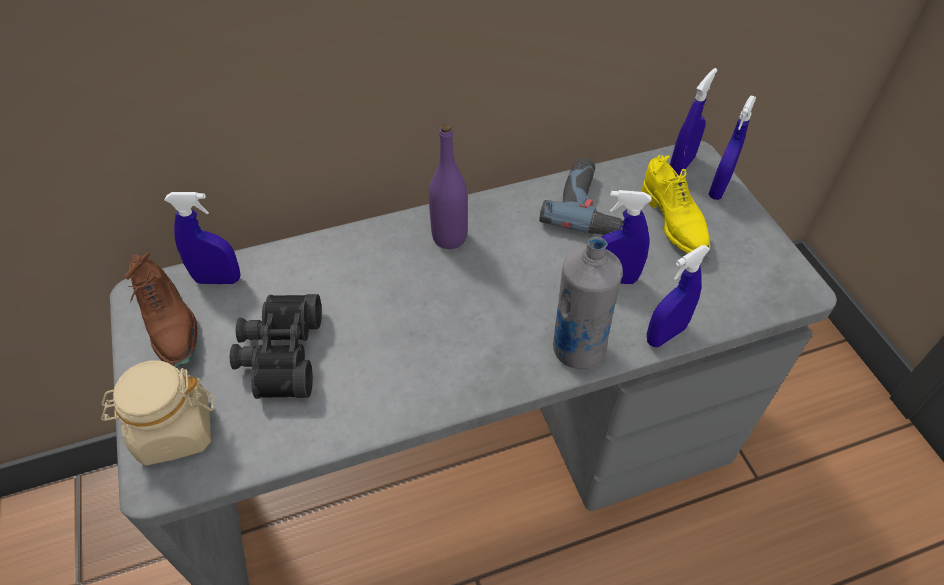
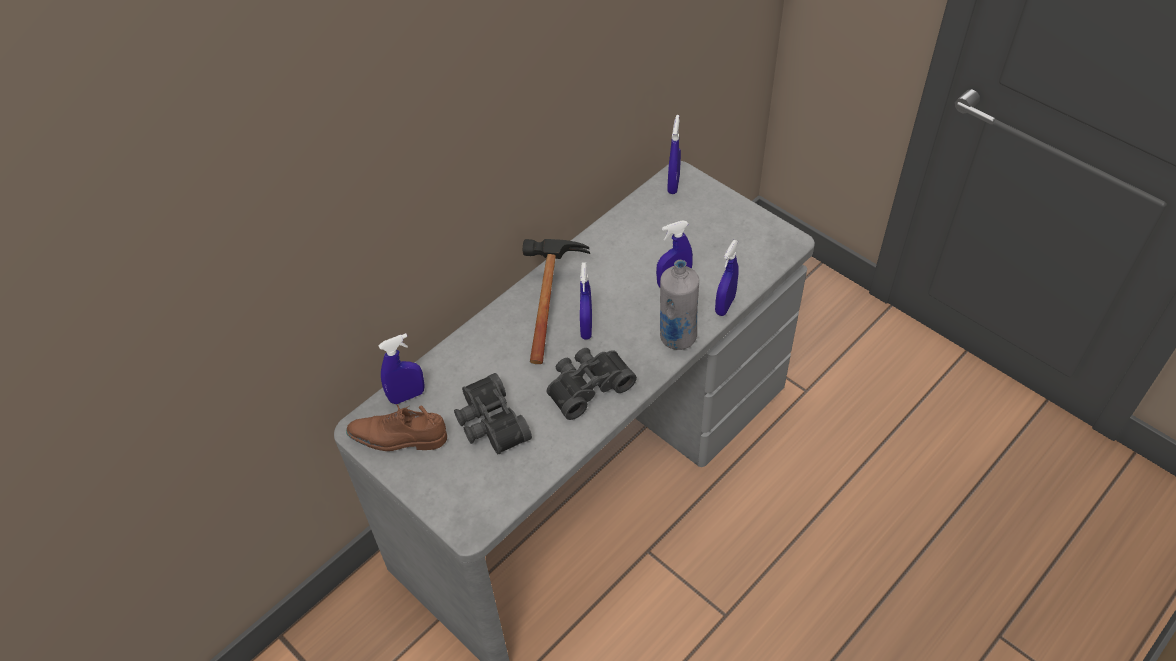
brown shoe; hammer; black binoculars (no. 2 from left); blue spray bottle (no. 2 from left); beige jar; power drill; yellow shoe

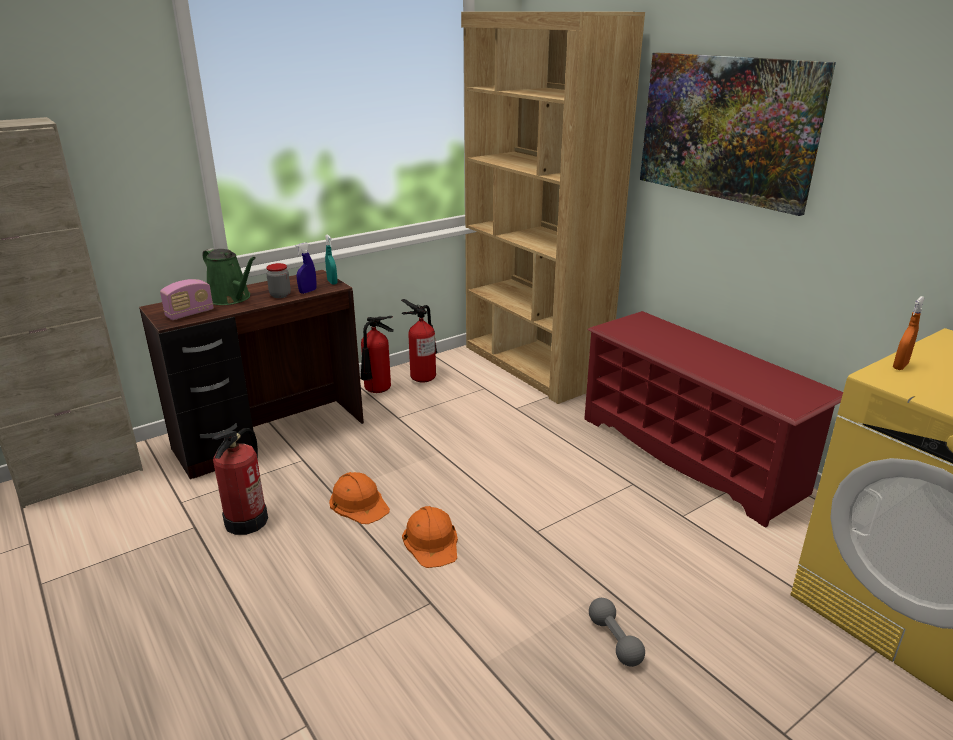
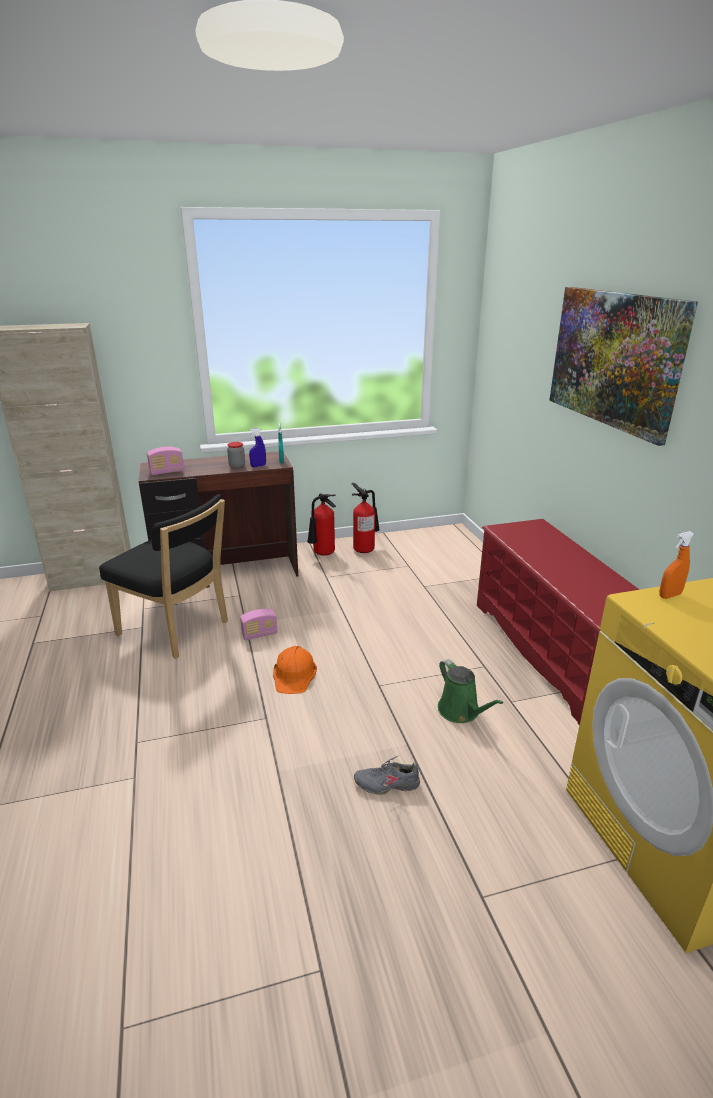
black chair; radio (no. 2 from left); grey shoe; green watering can; brown bookcase

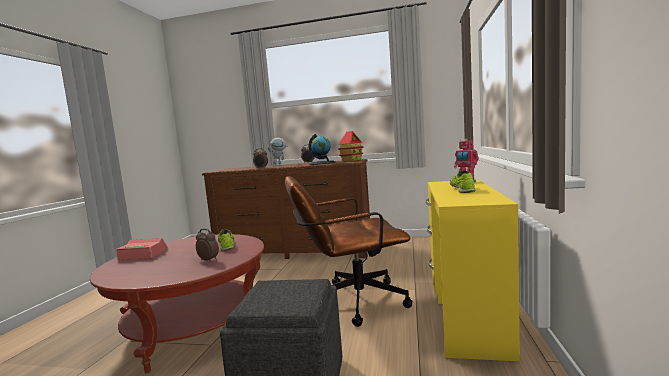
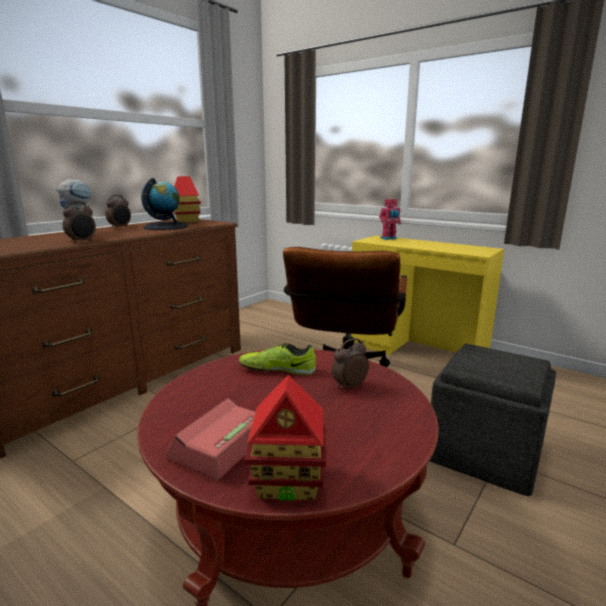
toy house (no. 2 from left); shoe (no. 2 from left in the first image)

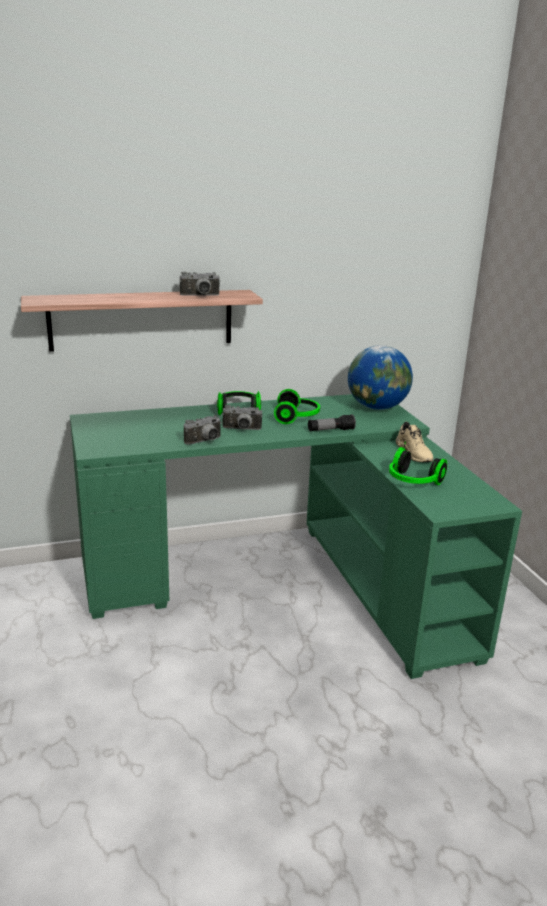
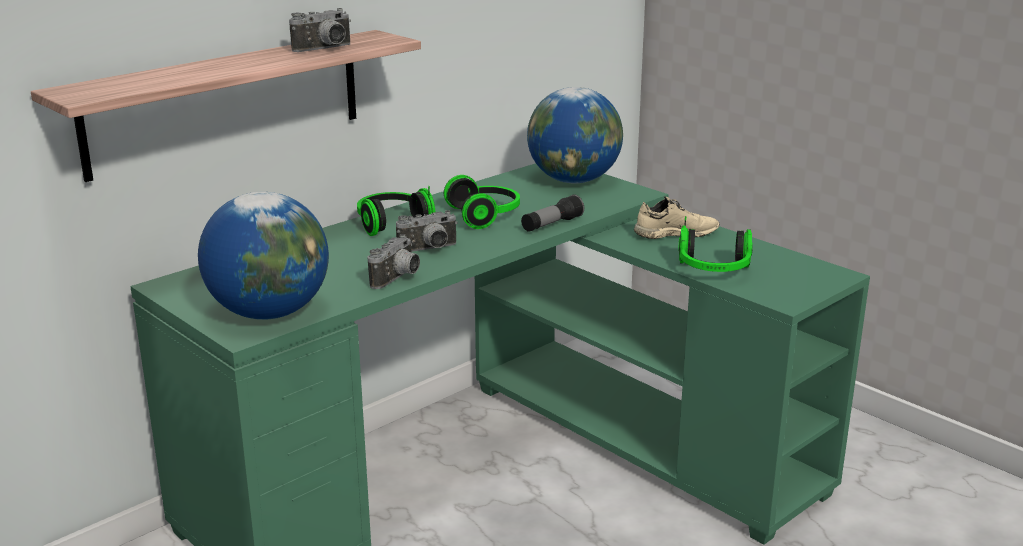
globe (no. 1 from left); beige shoe

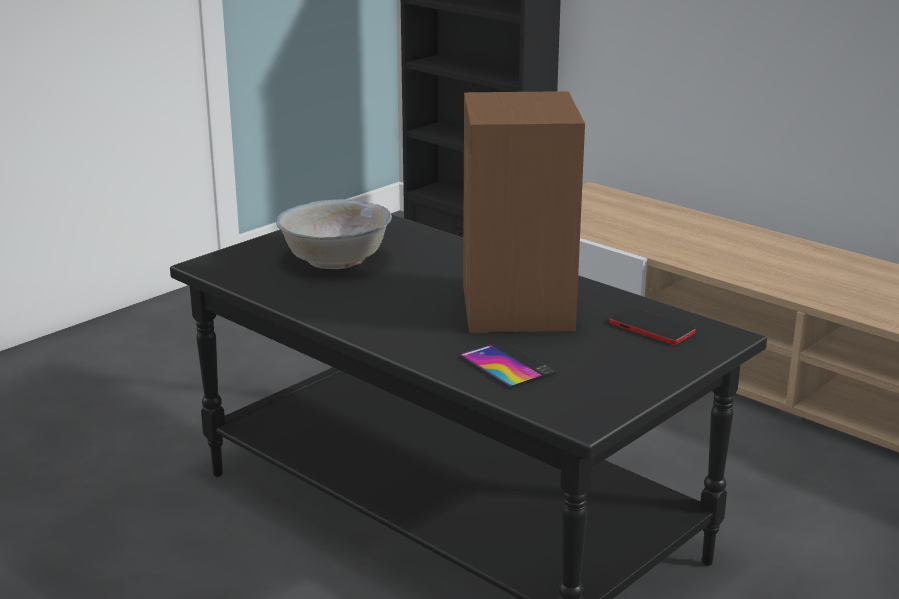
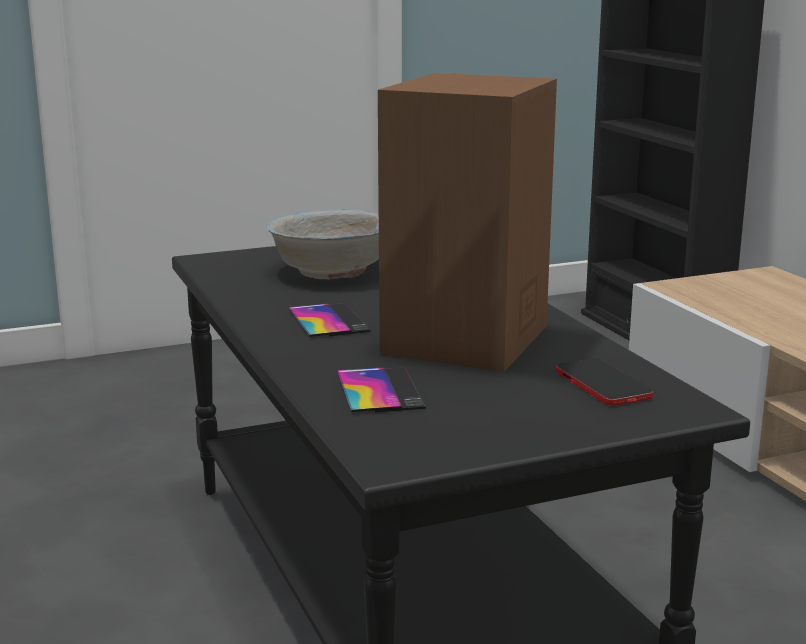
phone (no. 1 from left)

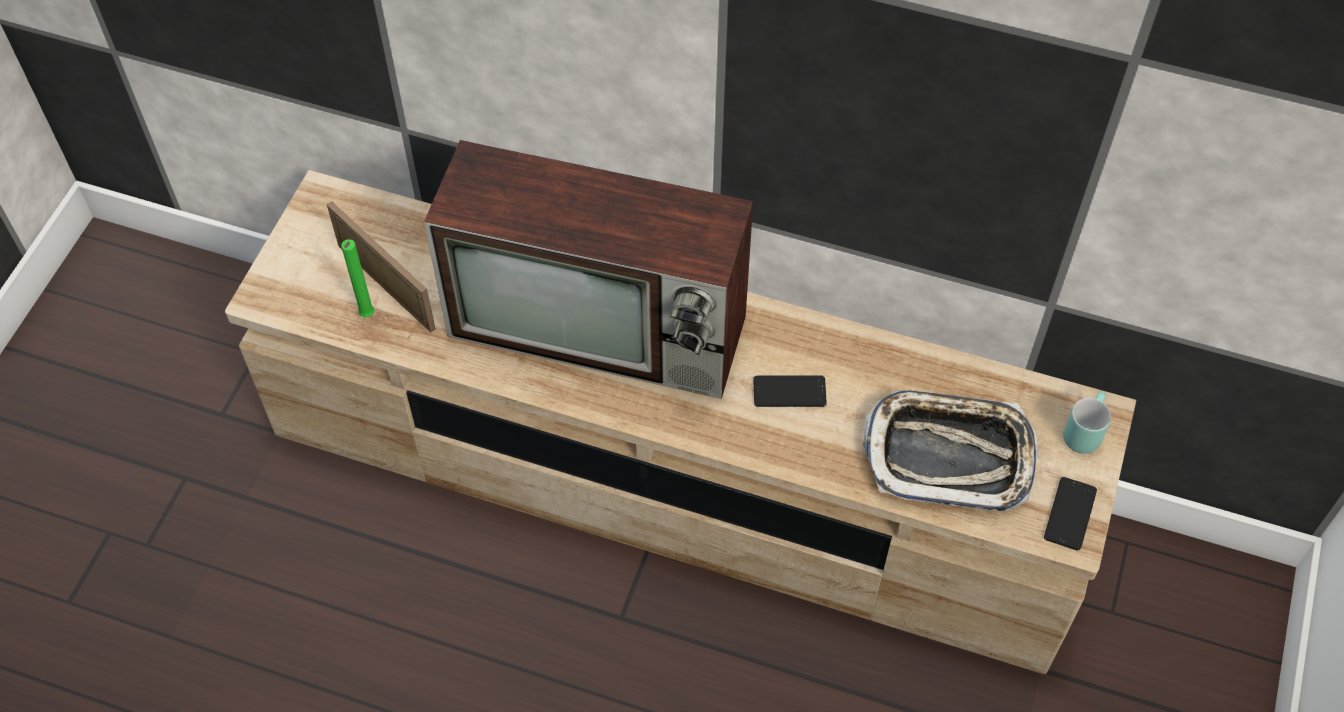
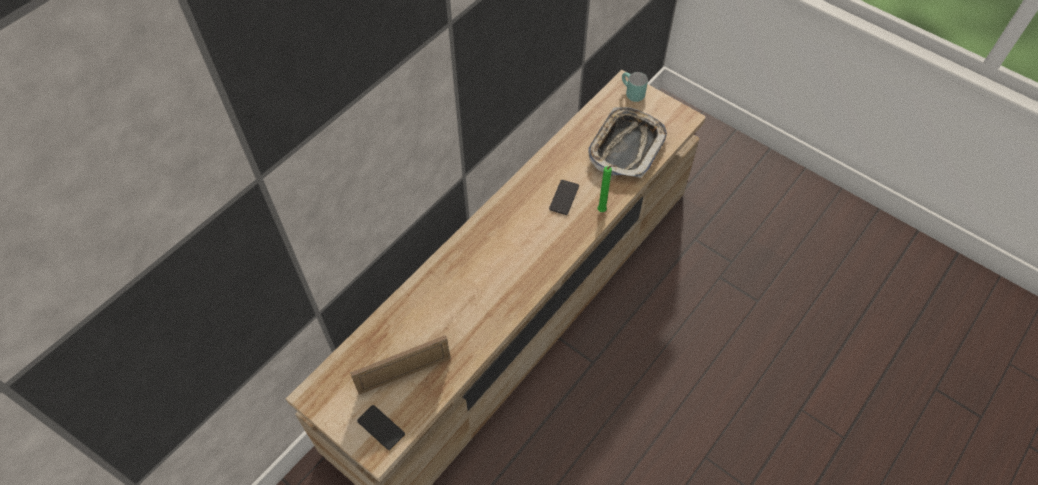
phone (no. 1 from left); green candle; television

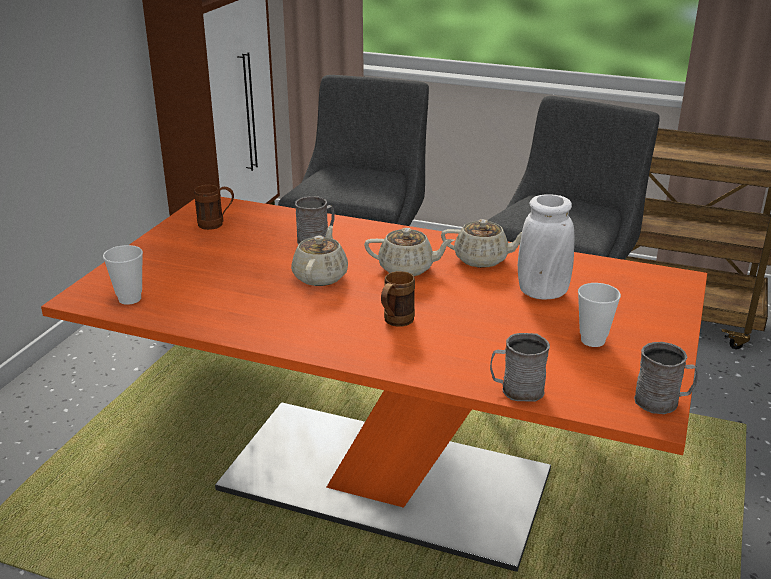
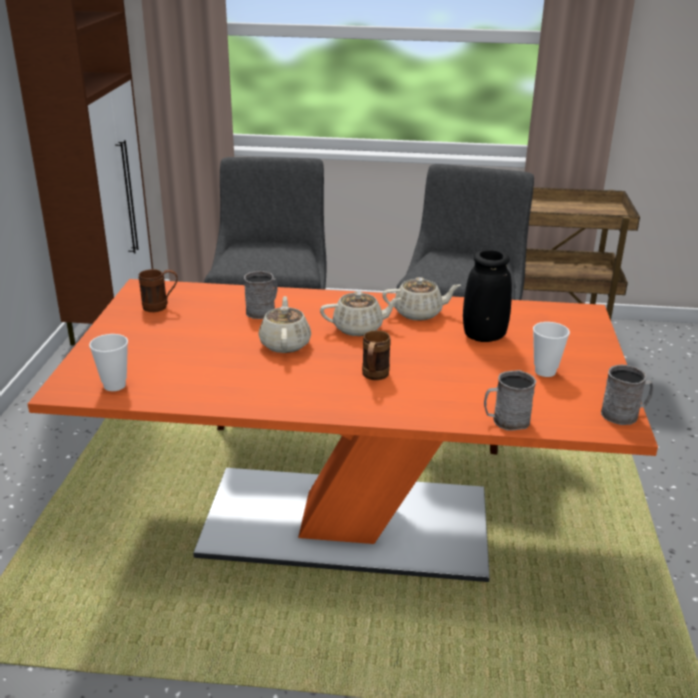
black vase

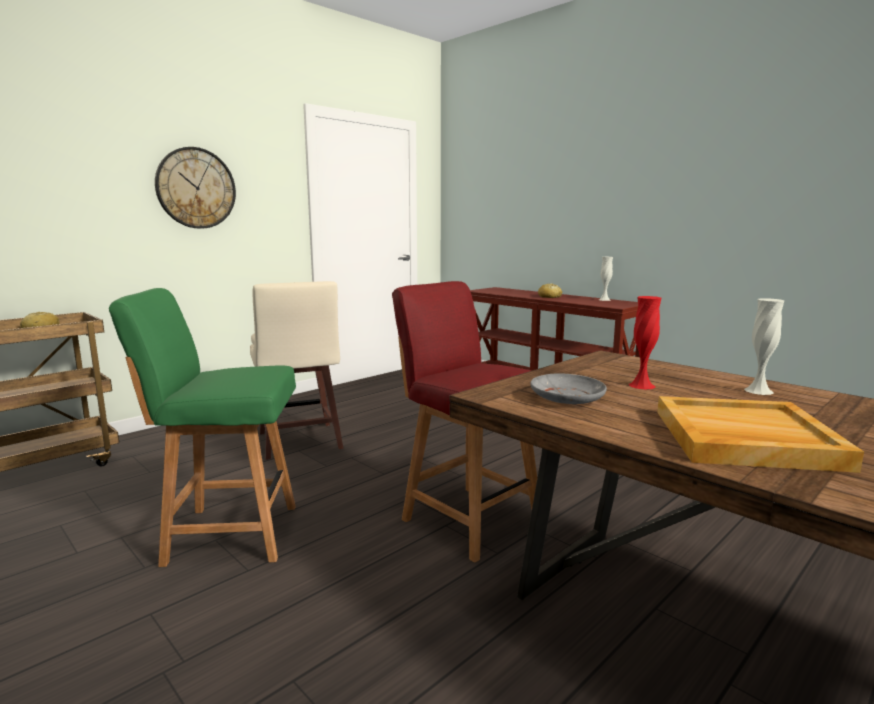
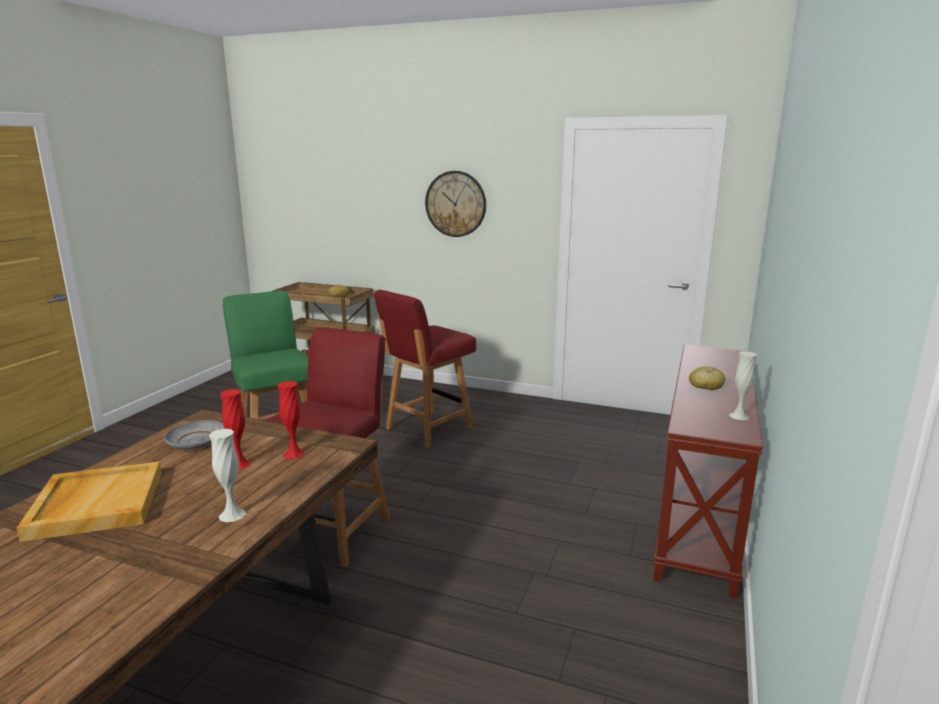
red vase (no. 2 from left); red chair (no. 2 from left)

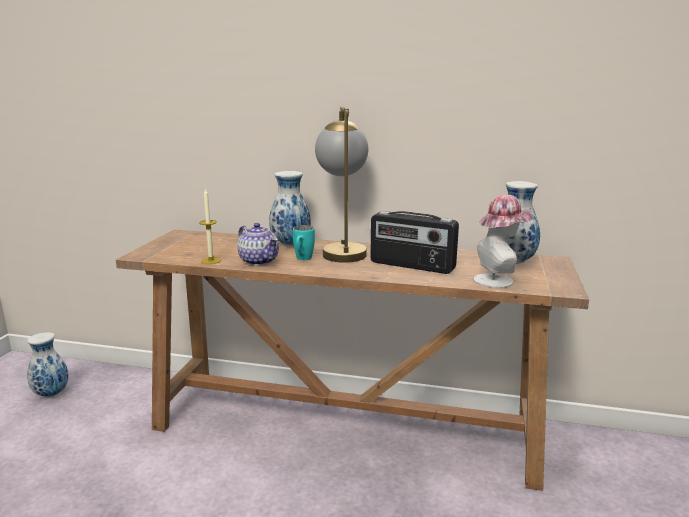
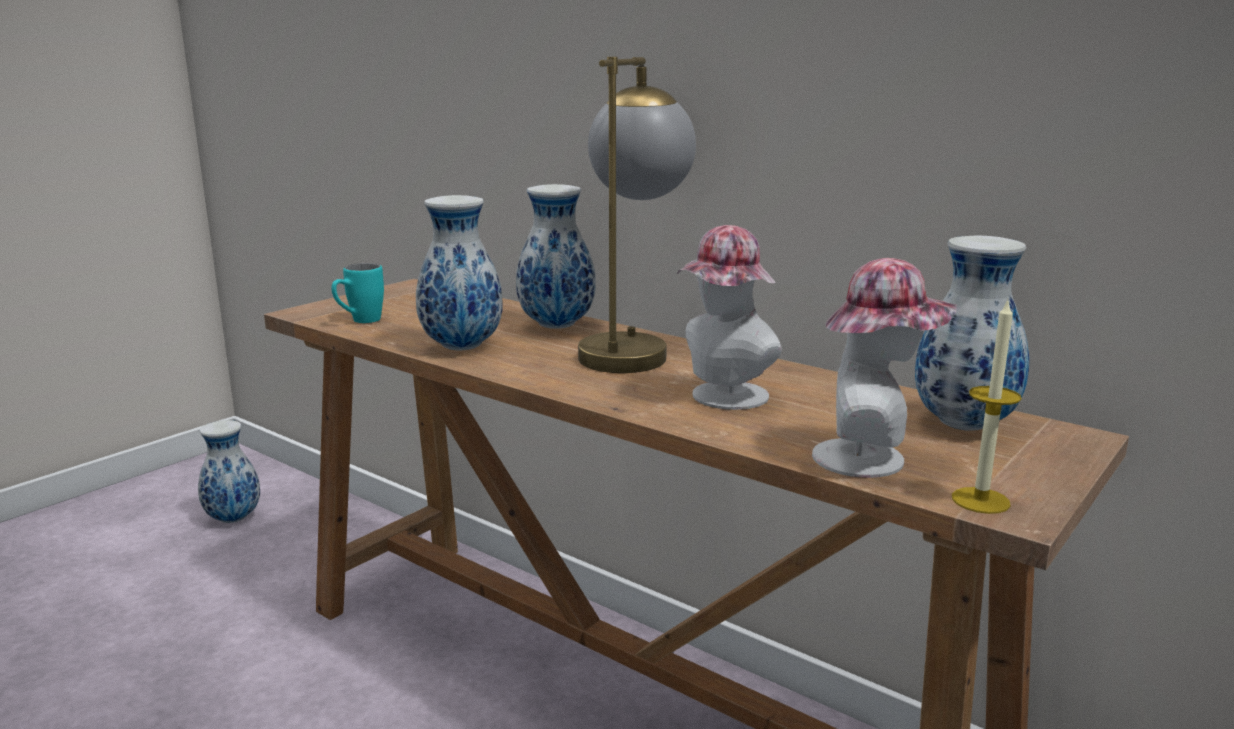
turquoise mug; vase (no. 2 from left); hat (no. 1 from left); candle

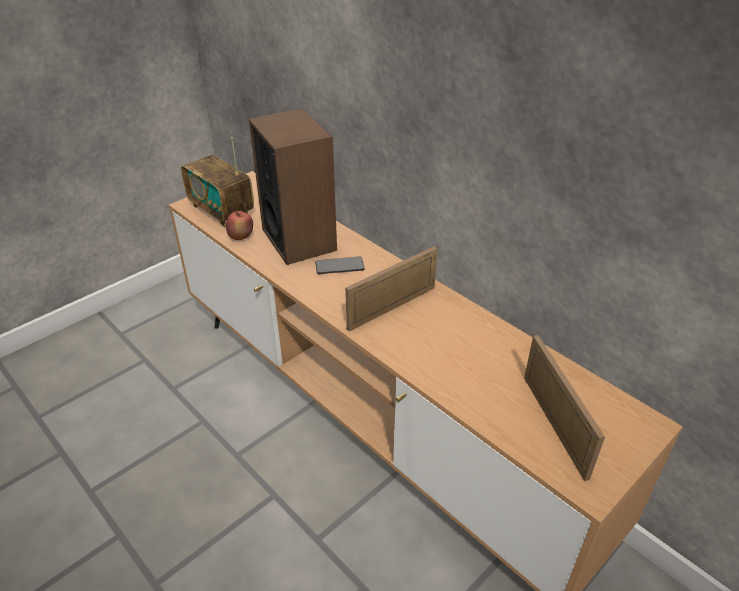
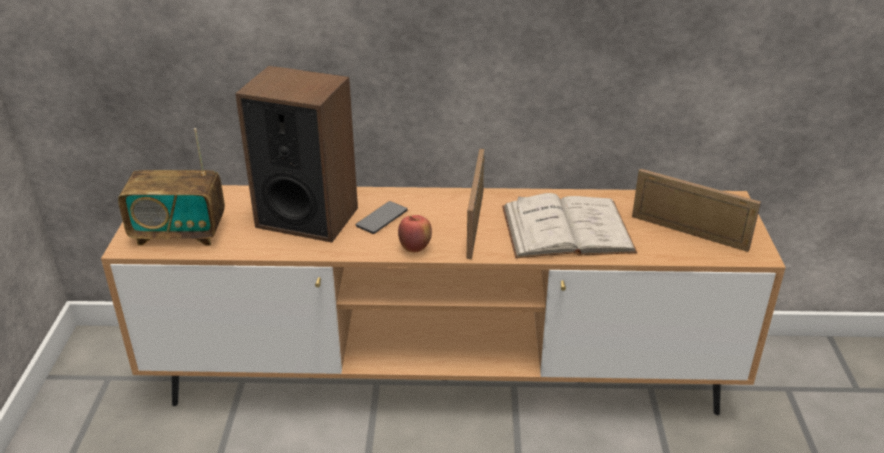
apple; white book

